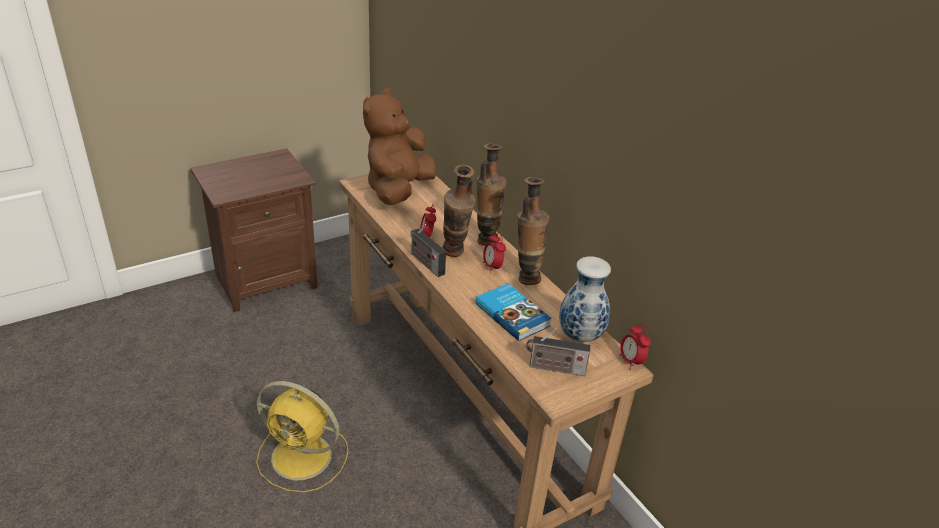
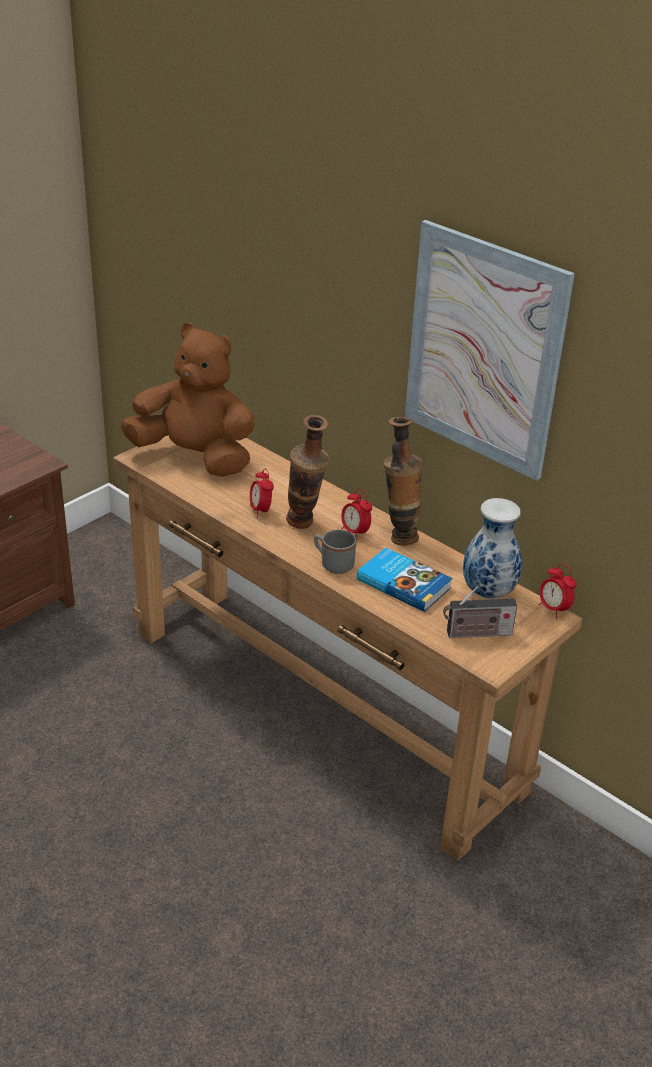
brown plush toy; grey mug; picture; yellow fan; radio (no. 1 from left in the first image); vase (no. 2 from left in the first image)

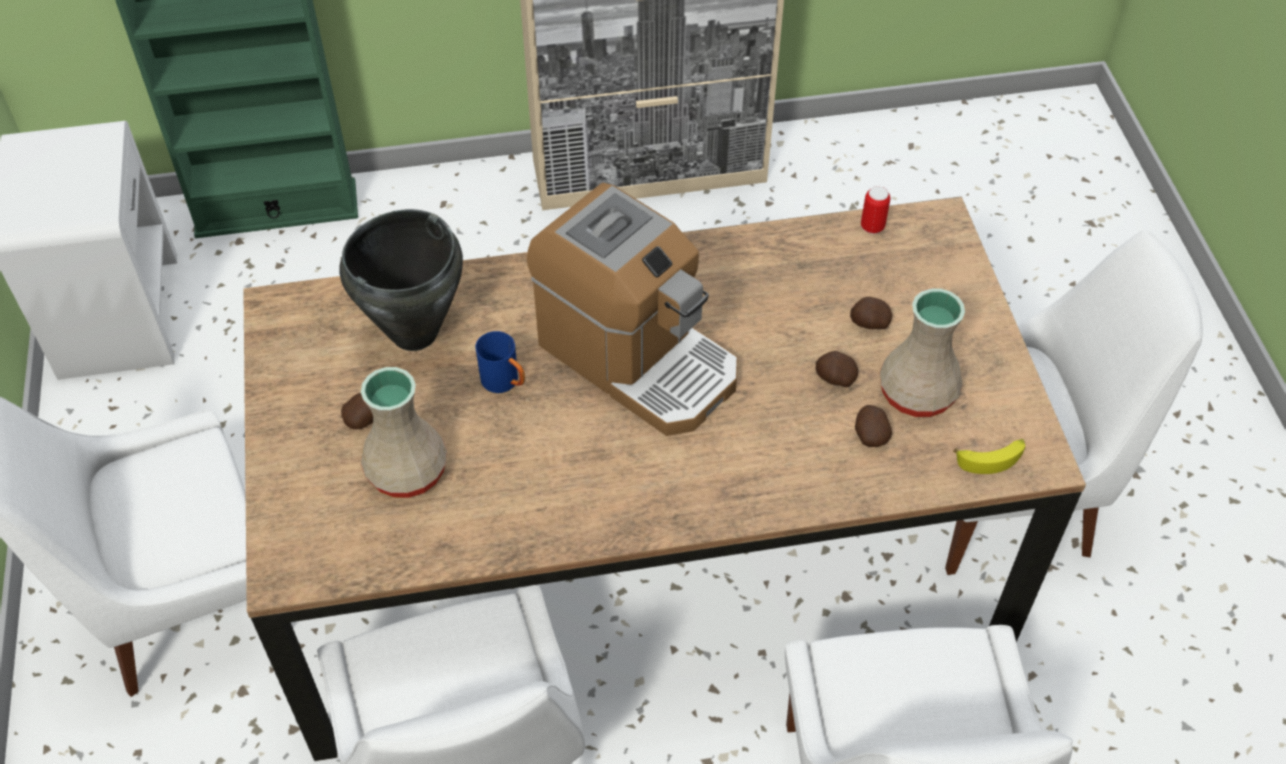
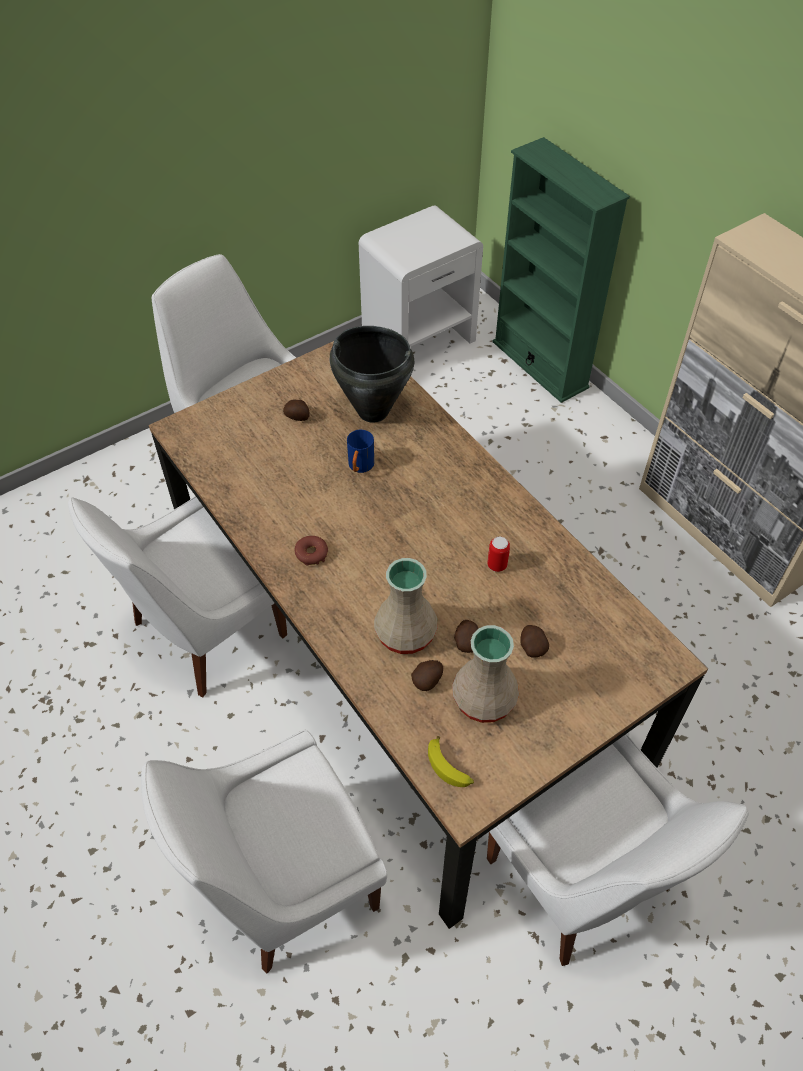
donut; beige vase (no. 1 from left); can; coffee machine

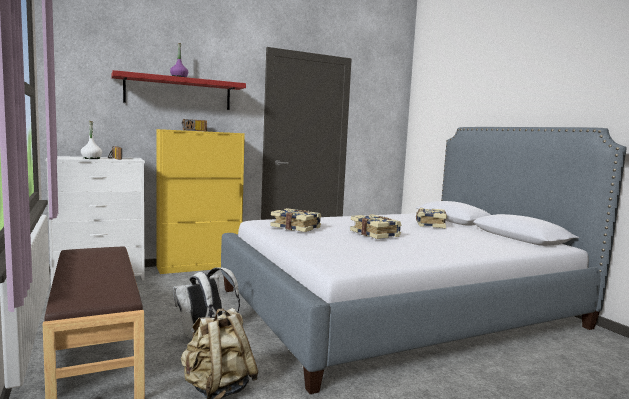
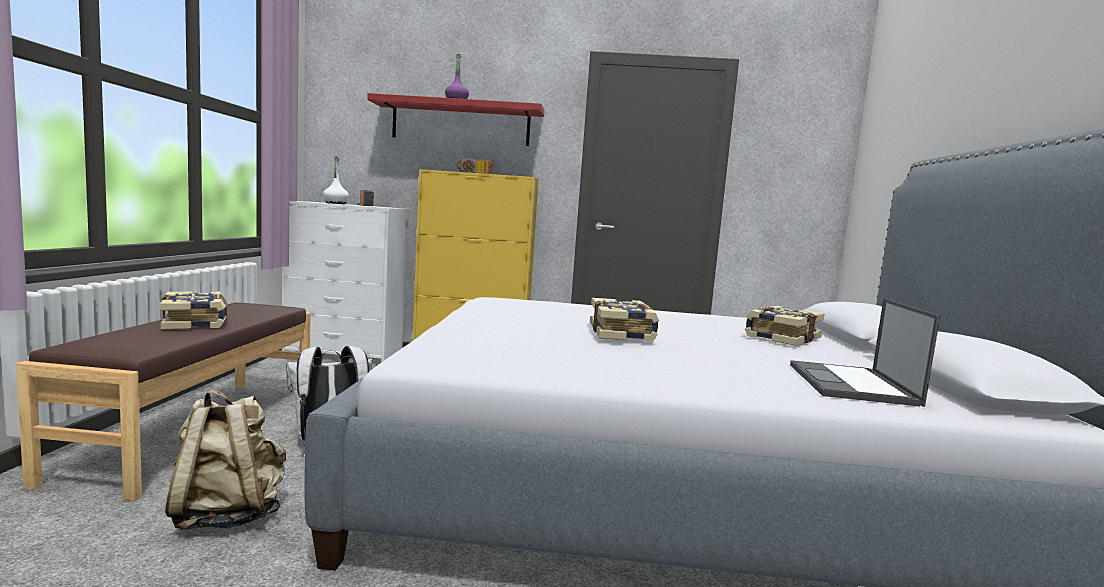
book (no. 1 from left); laptop

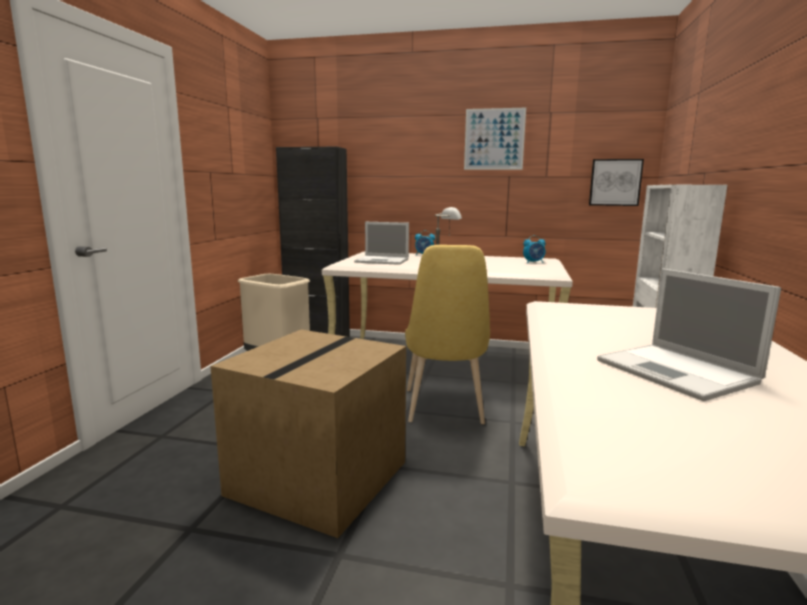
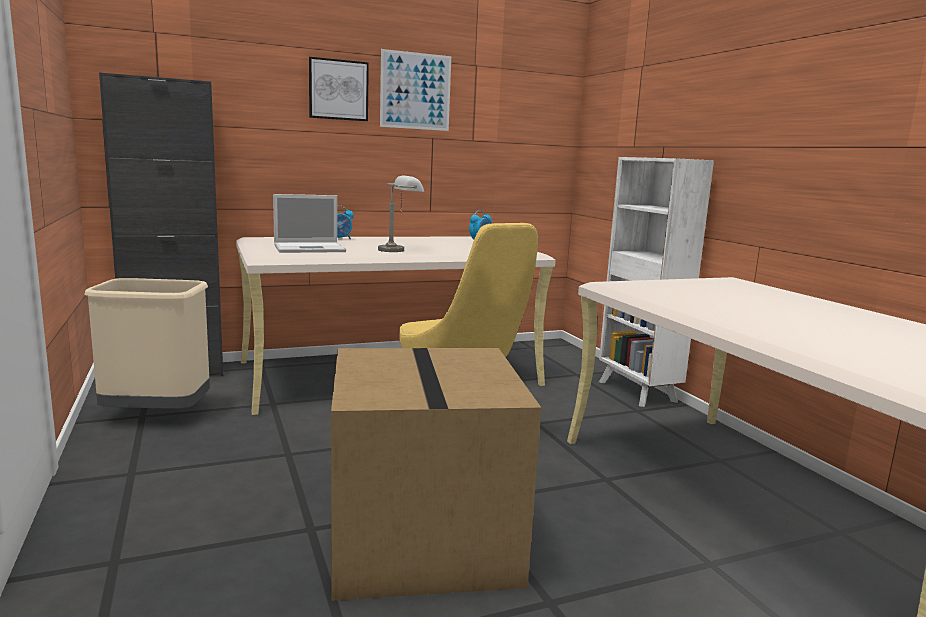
picture (no. 1 from left); laptop (no. 2 from left in the first image)

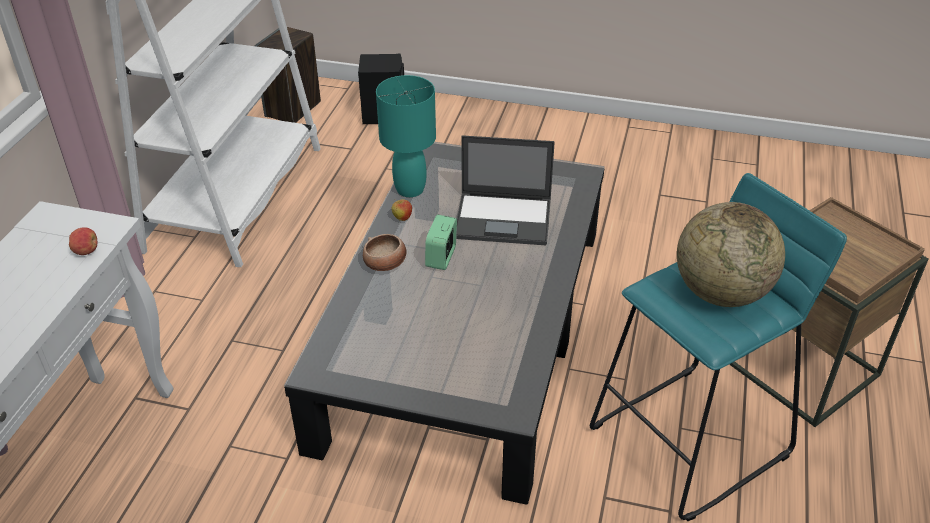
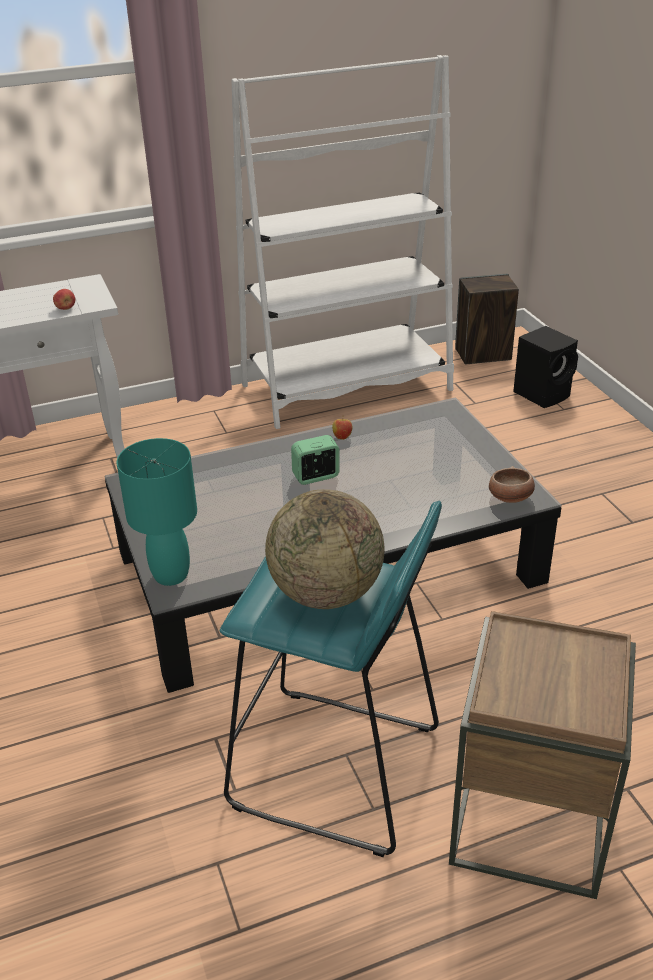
turquoise table lamp; bowl; laptop

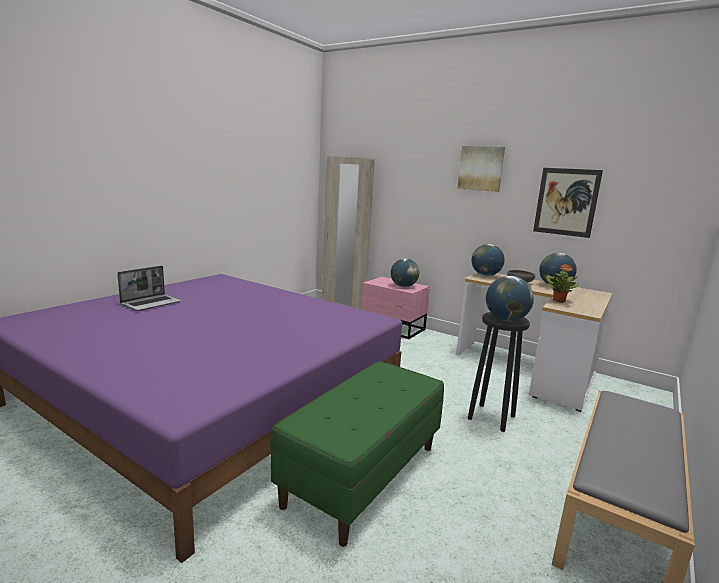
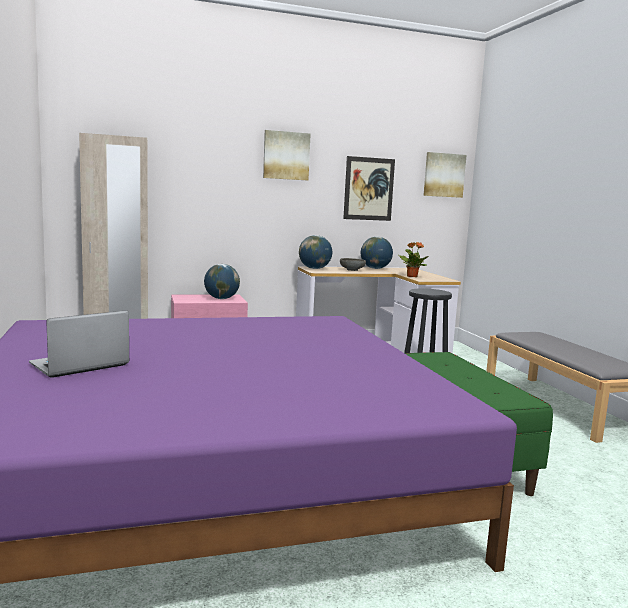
laptop; picture (no. 3 from left); globe (no. 3 from left in the first image)

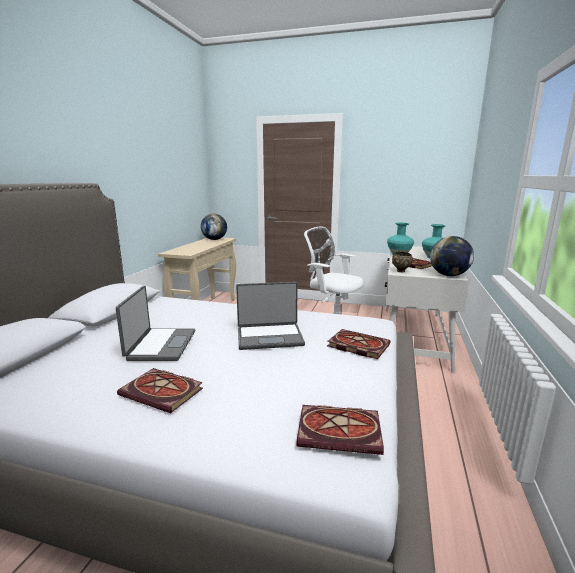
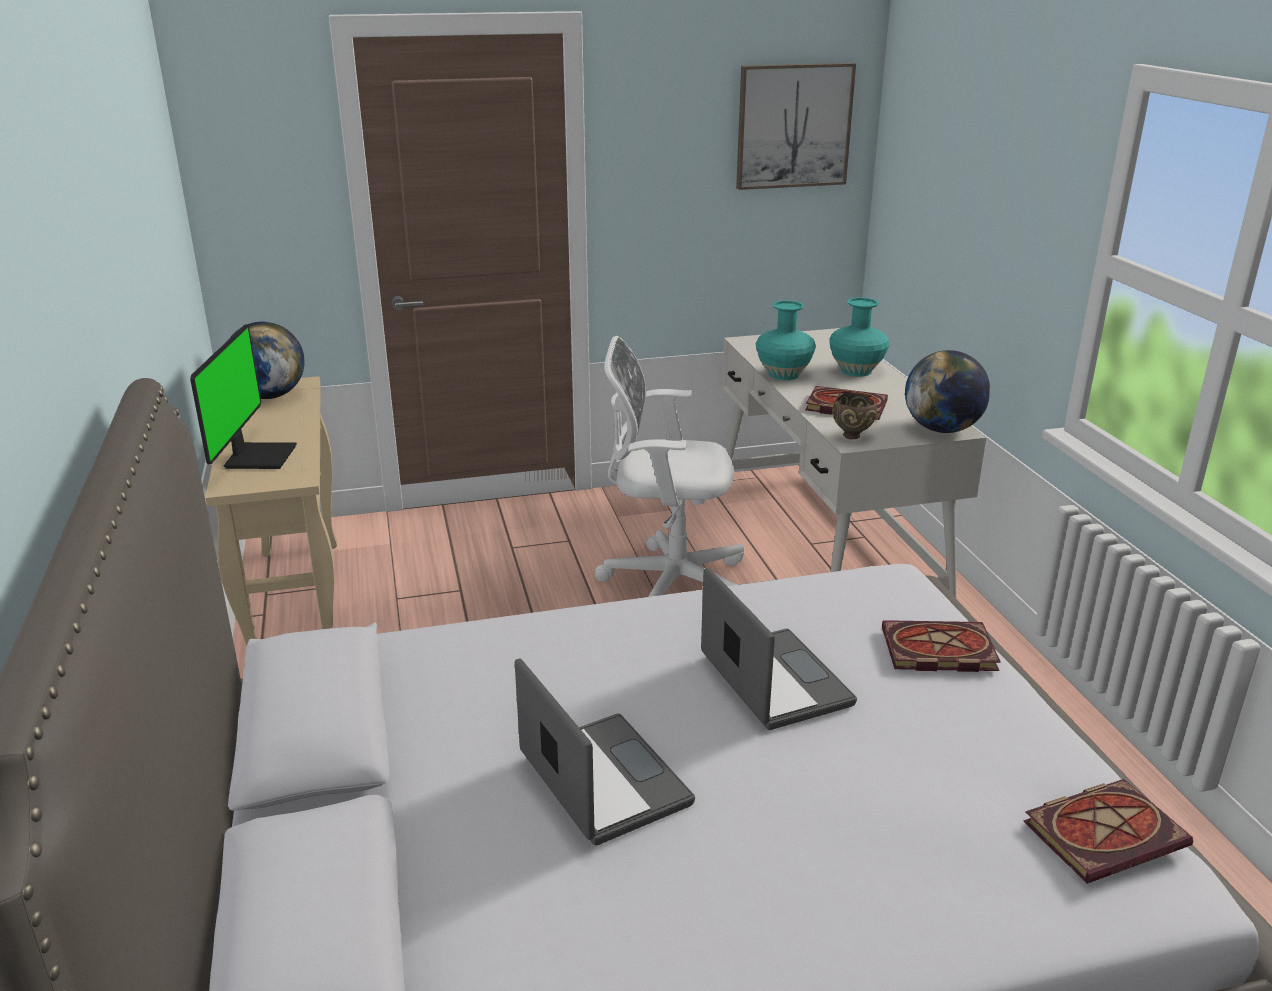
monitor; laptop (no. 2 from left); picture; book (no. 1 from left in the first image)

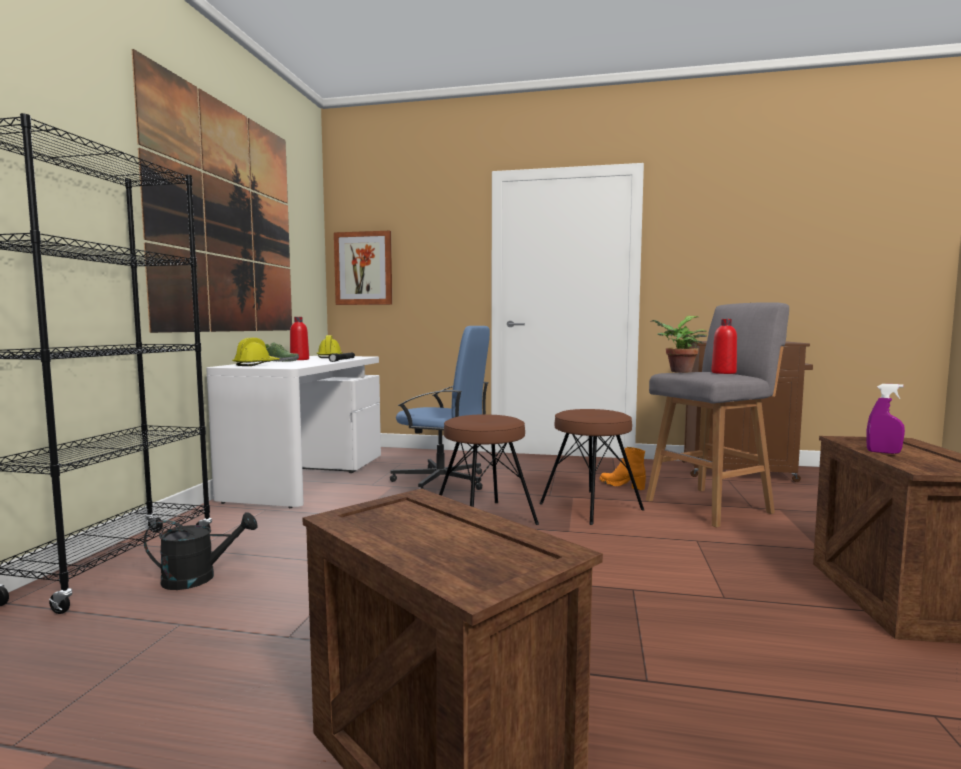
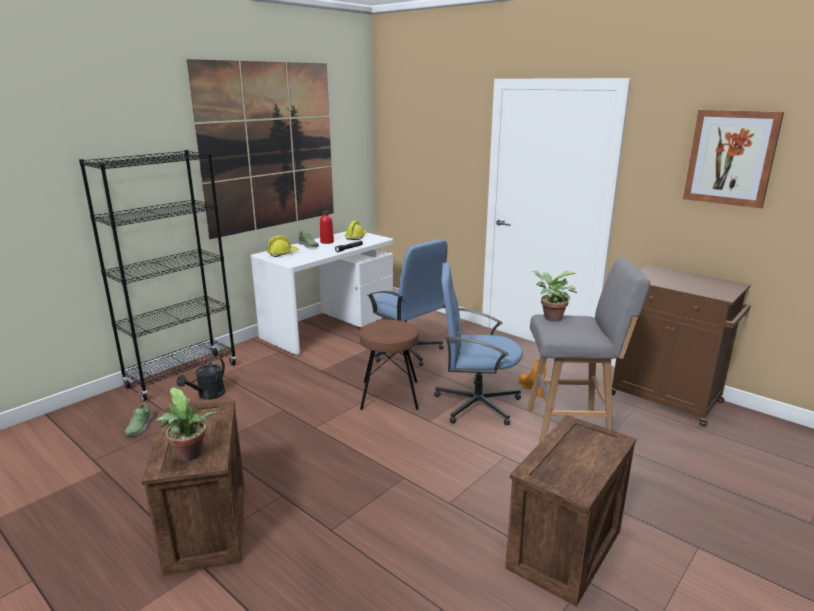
shoe (no. 1 from left); potted plant (no. 1 from left); black watering can; blue office chair (no. 2 from left); picture (no. 2 from left); red bottle (no. 2 from left in the first image); purple spray bottle

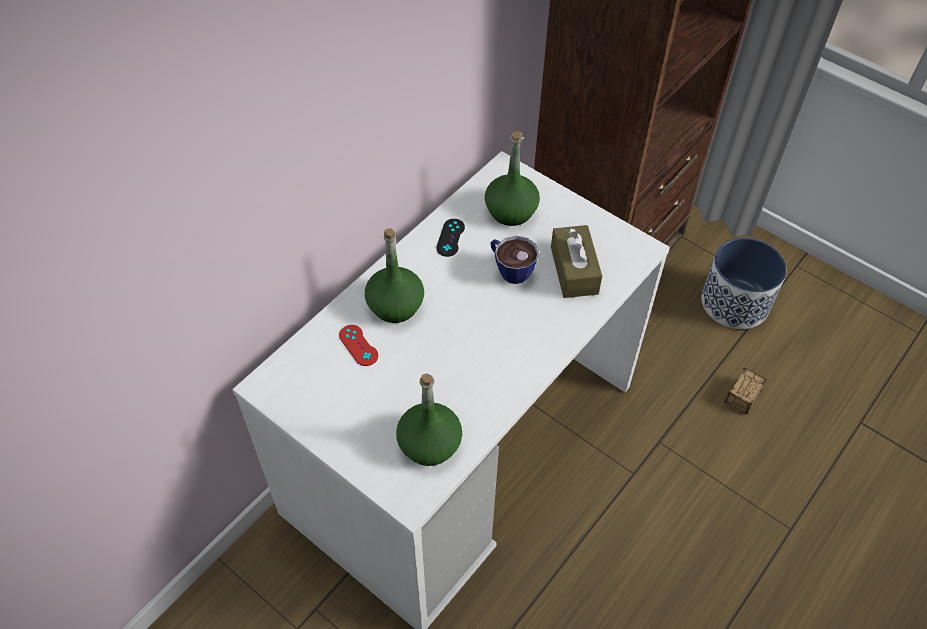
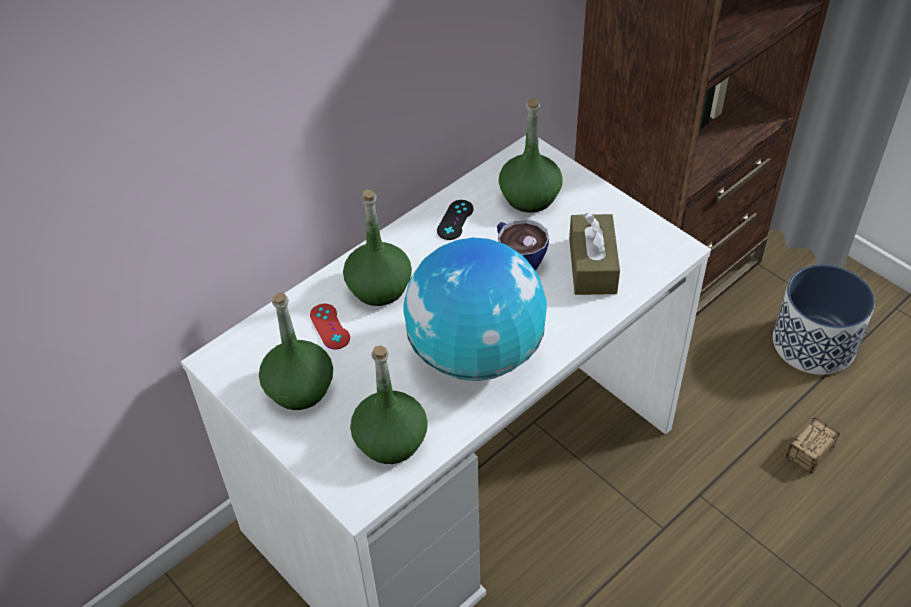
green bottle (no. 1 from left); globe

